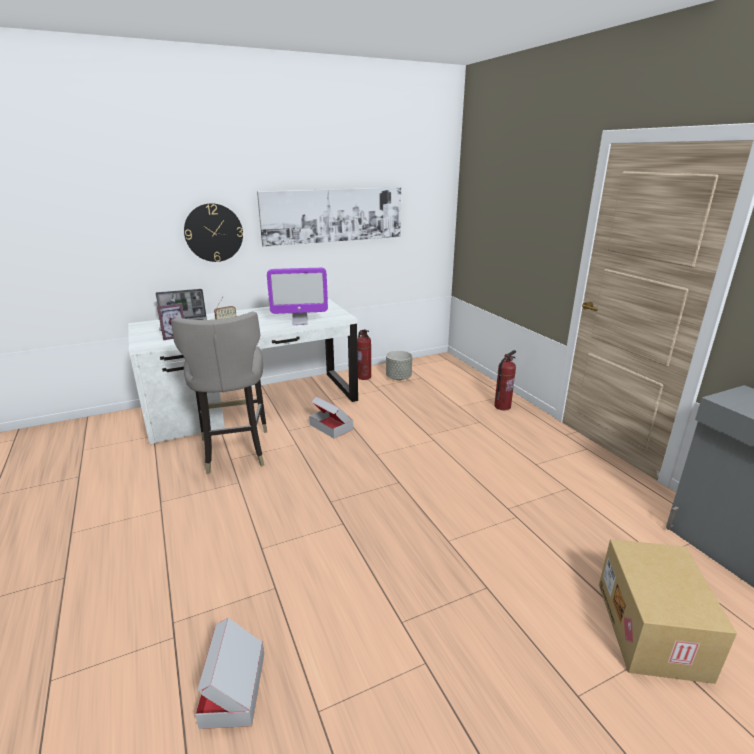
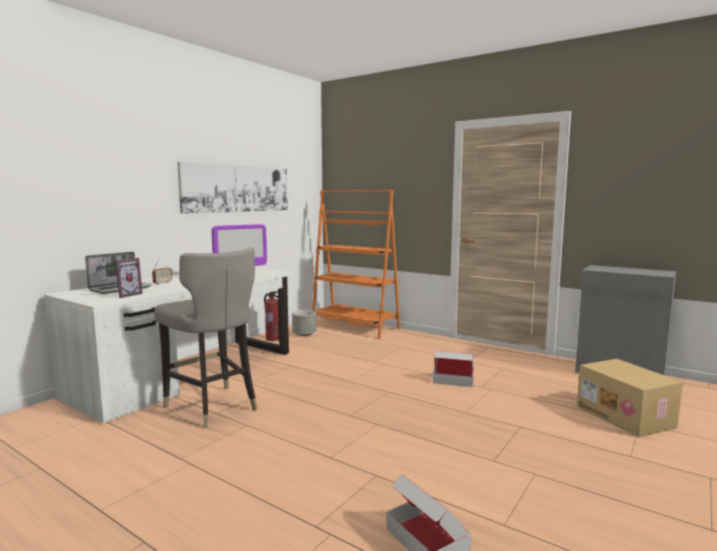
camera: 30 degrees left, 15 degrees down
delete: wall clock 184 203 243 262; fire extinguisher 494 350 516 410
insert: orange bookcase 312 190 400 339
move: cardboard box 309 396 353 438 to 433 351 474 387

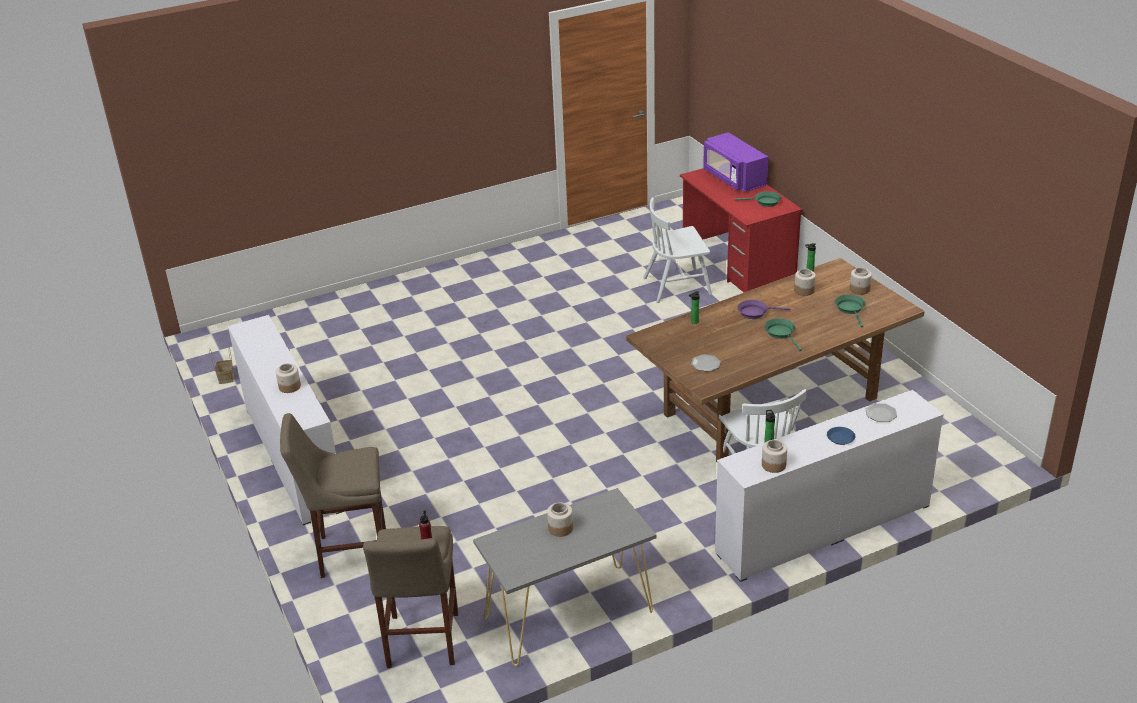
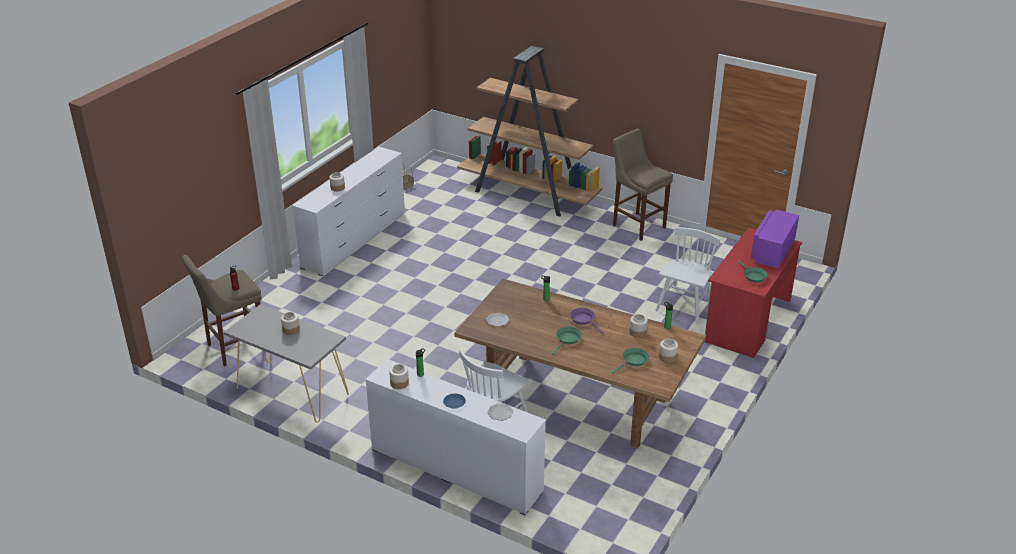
camera: 55 degrees right, 0 degrees up
insert: brown bookcase 457 46 603 217
move: beige stool 280 413 386 578 to 613 129 673 241
rotate: white chair 643 197 712 303 = 655 227 720 323 75 degrees clockwise

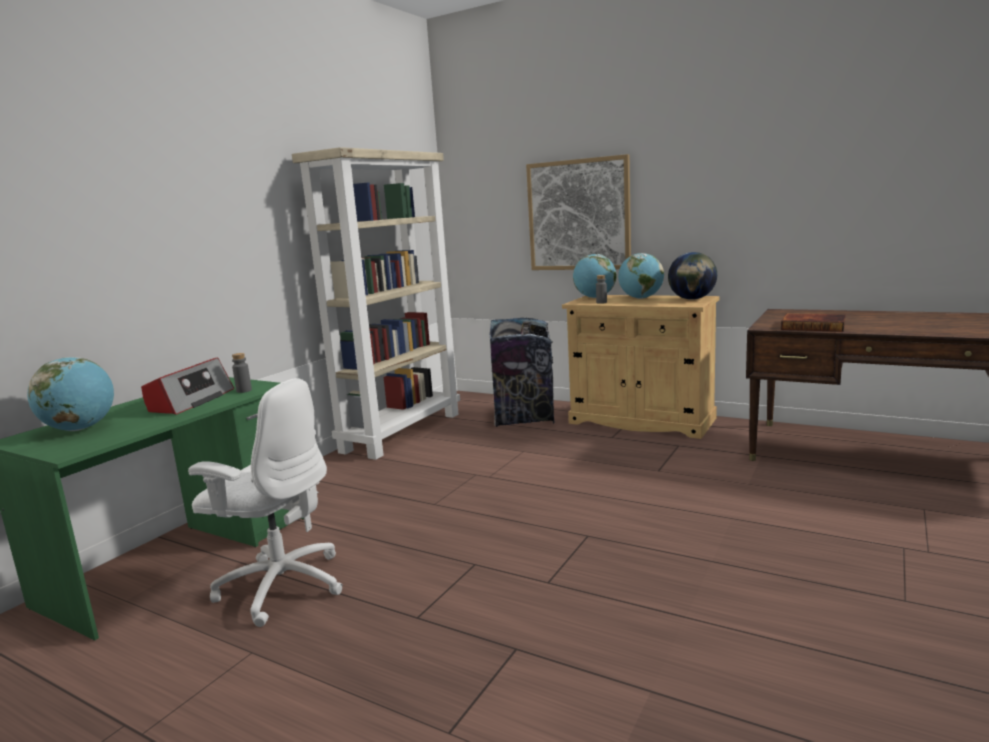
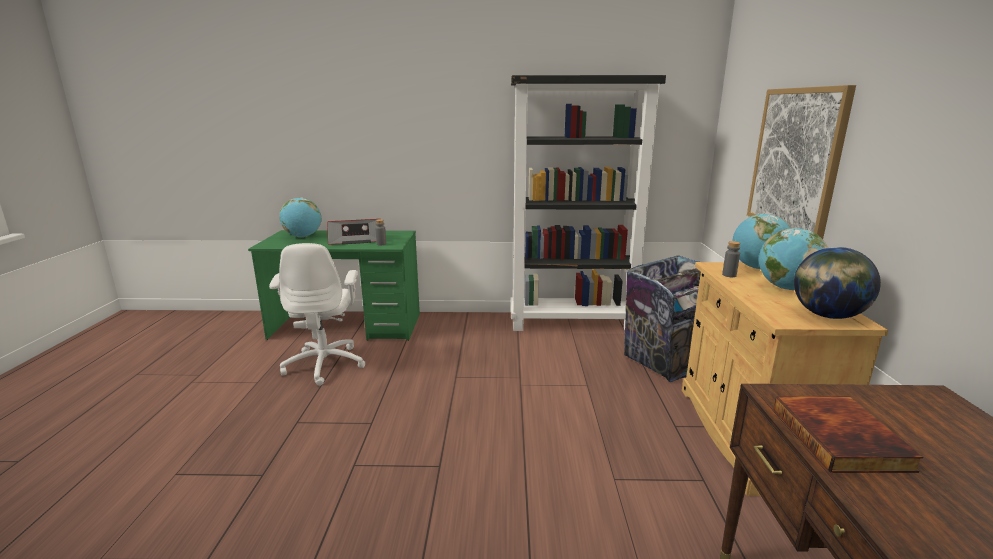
camera: 60 degrees right, 5 degrees up
recolor: beige bookcase 292 147 460 460 to black bookcase 511 75 666 331

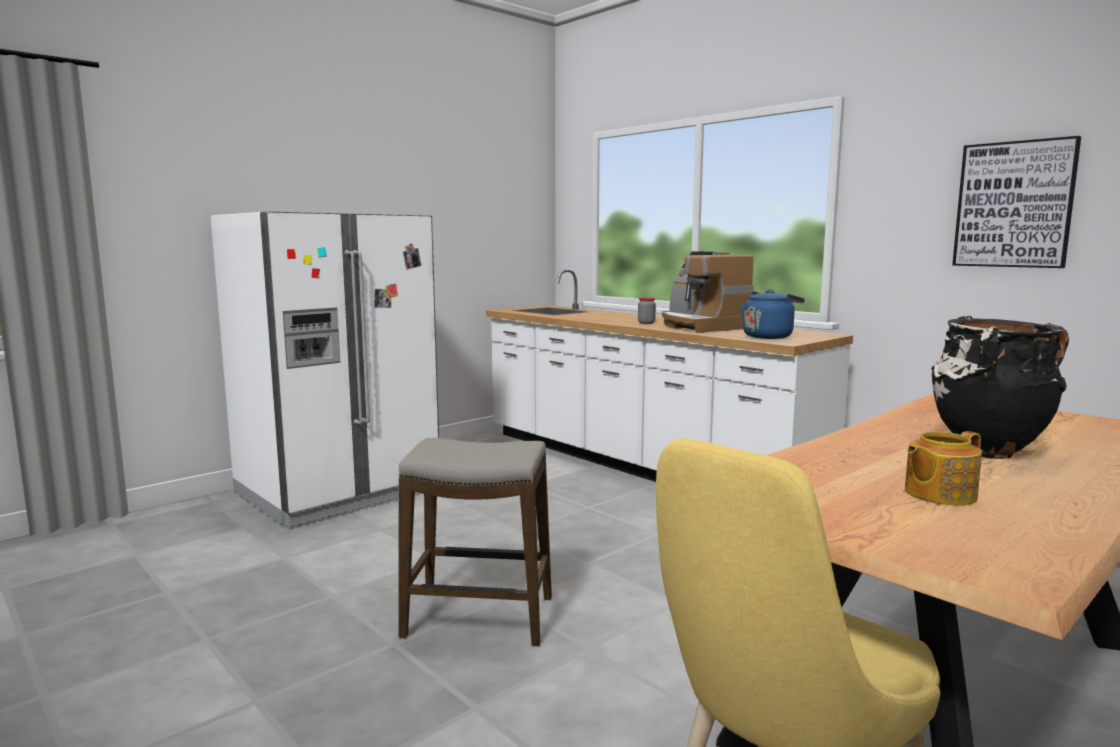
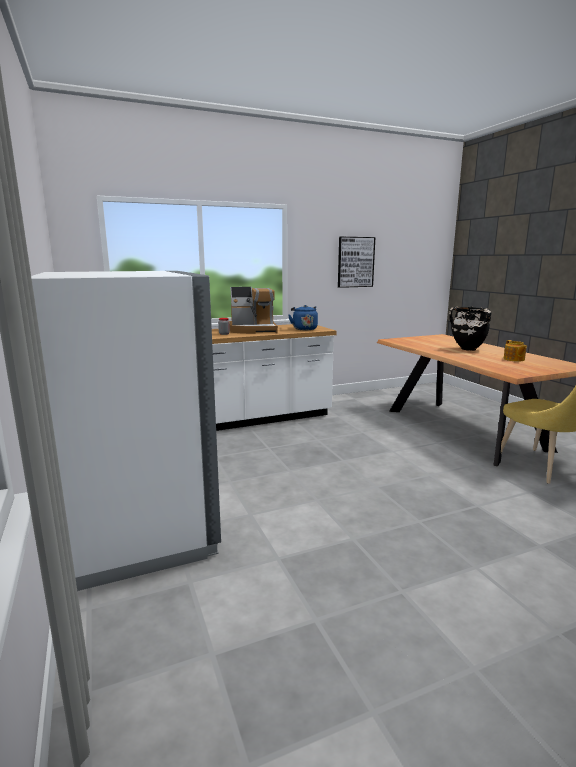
camera: 70 degrees left, 5 degrees up
delete: stool 399 438 552 647

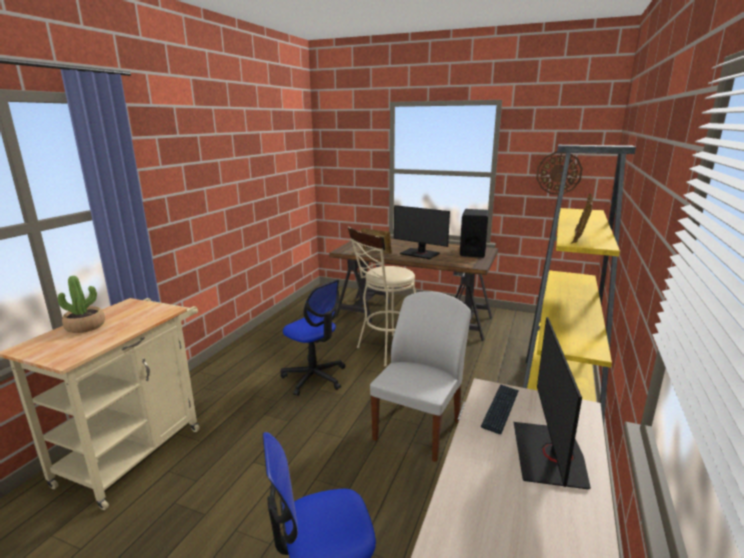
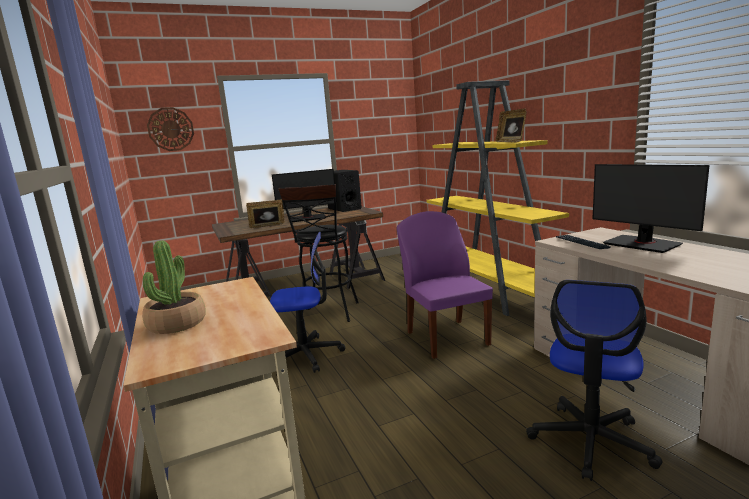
camera: 45 degrees left, 5 degrees down
move: wall clock 536 152 583 195 to 147 107 194 151
recolor: beige stool 348 226 416 367 to black stool 278 184 359 322; white chair 370 291 471 462 to purple chair 397 211 493 359

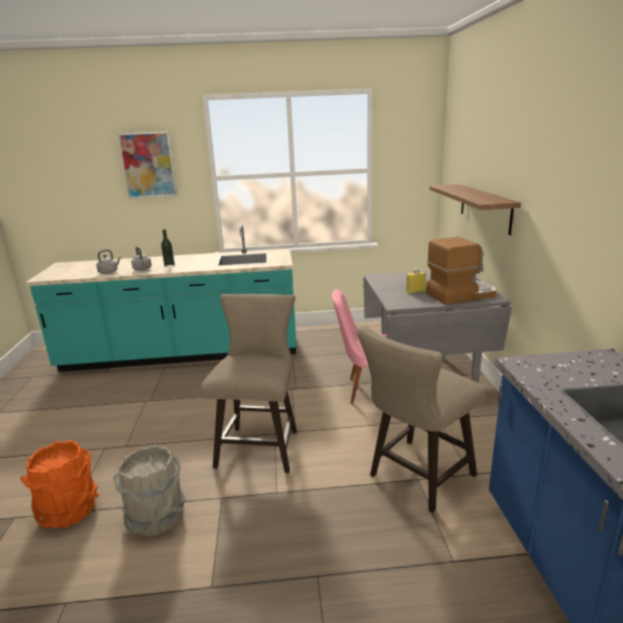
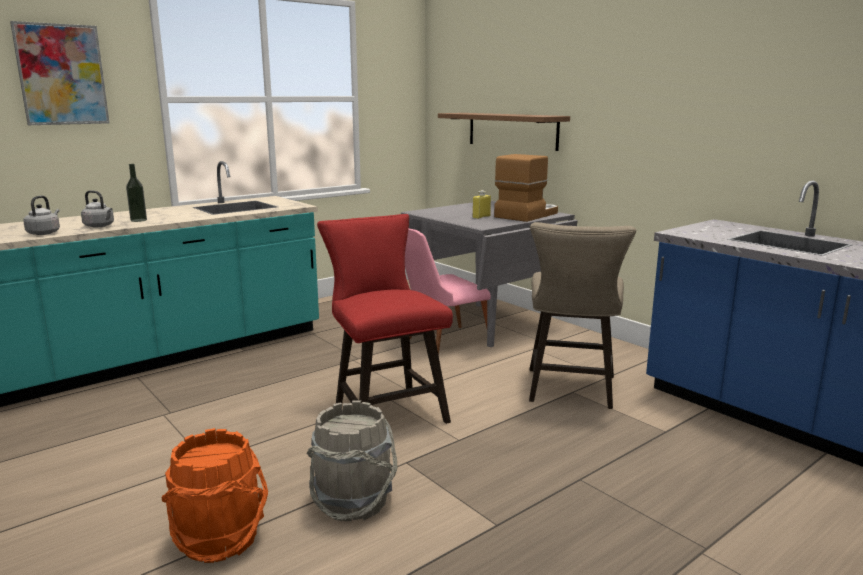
camera: 35 degrees left, 5 degrees down
recolor: beige stool 201 294 297 473 to red stool 317 214 453 424

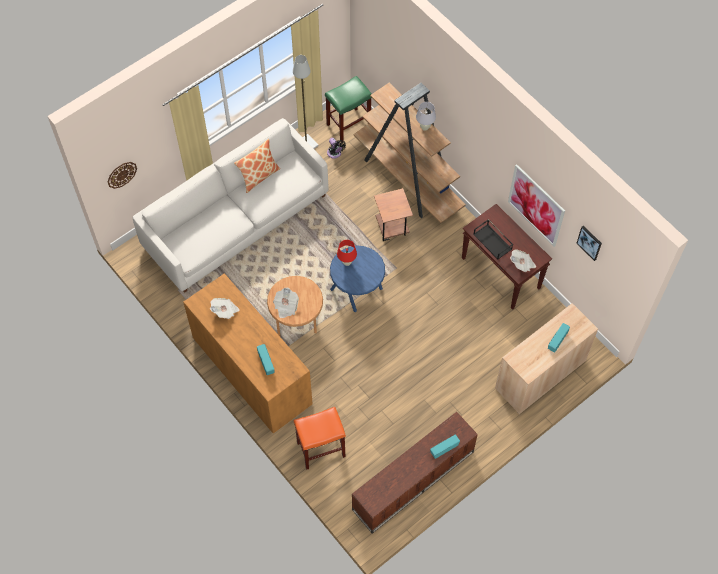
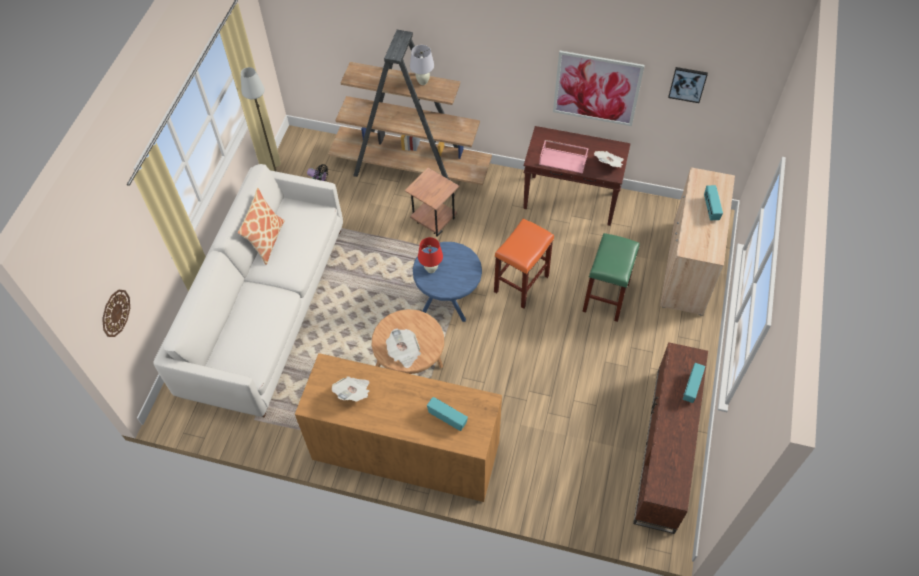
camera: 35 degrees left, 5 degrees down
move: orange stool 294 407 346 470 to 494 219 554 309; green stool 325 76 371 143 to 582 233 640 322
recolor: black tray 473 219 513 259 to pink tray 539 140 589 174

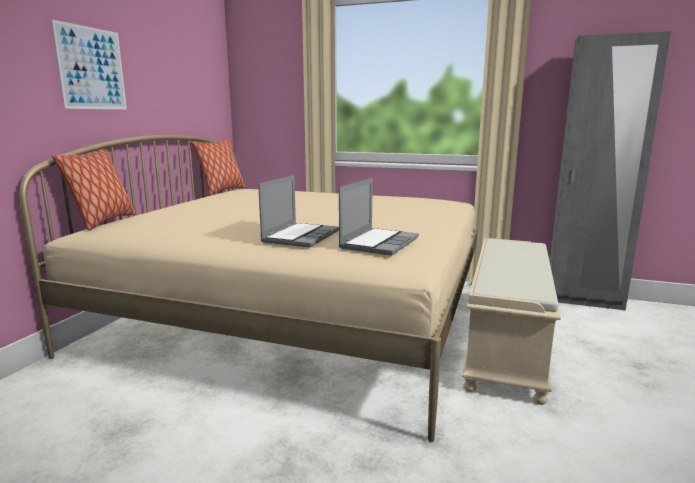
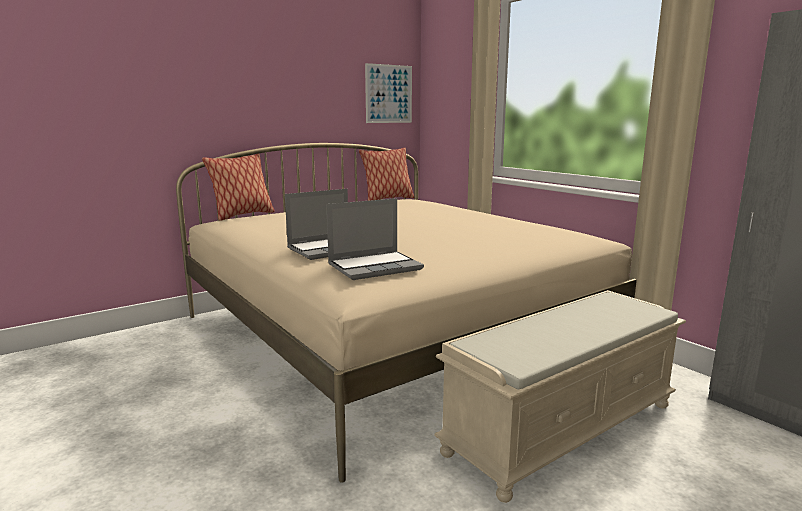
camera: 35 degrees right, 0 degrees up
move: picture 51 20 127 109 to 365 63 412 123

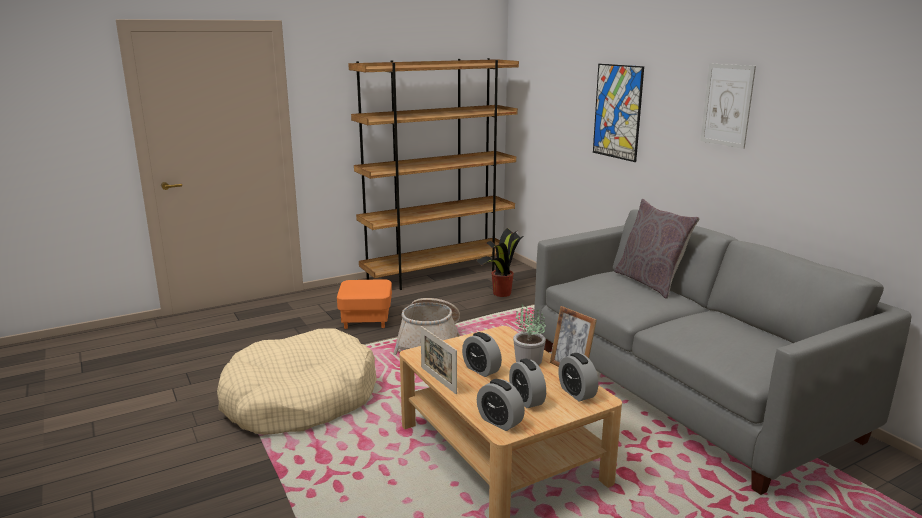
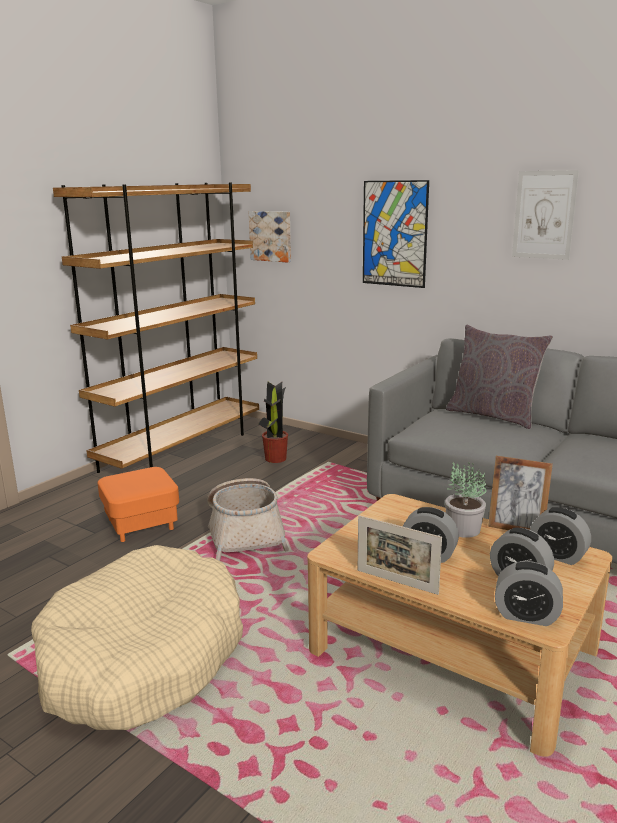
camera: 25 degrees left, 0 degrees up
insert: picture 249 211 291 262

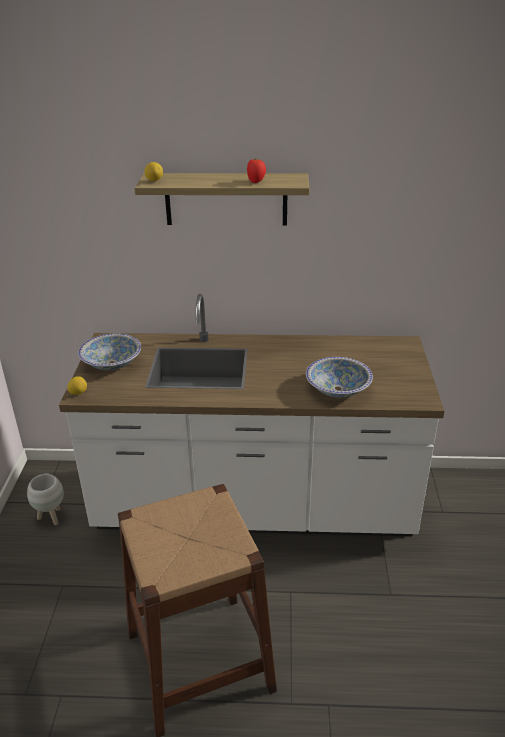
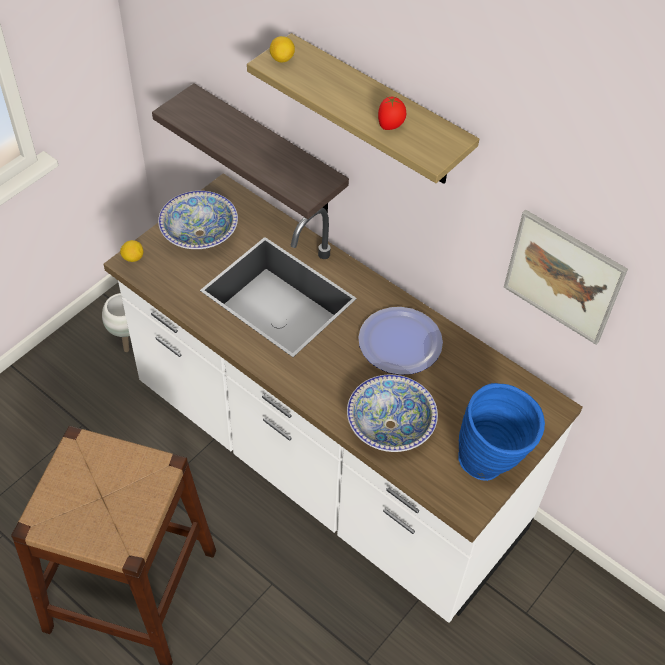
camera: 35 degrees right, 20 degrees up
insert: shelf 152 83 349 219; plate 358 307 443 375; blue vase 458 383 545 481; picture 504 210 628 345

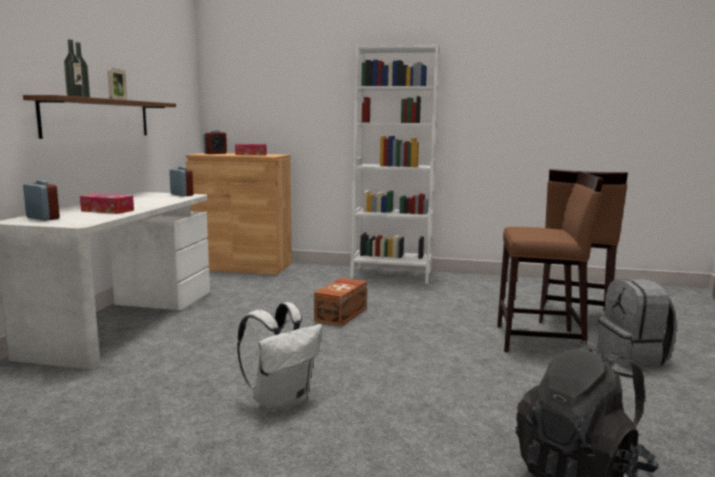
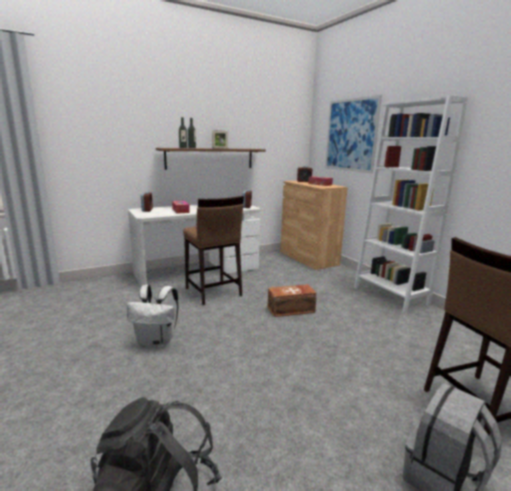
camera: 50 degrees right, 5 degrees up
insert: picture 325 95 382 173
move: brown stool 497 171 604 352 to 183 196 244 305

